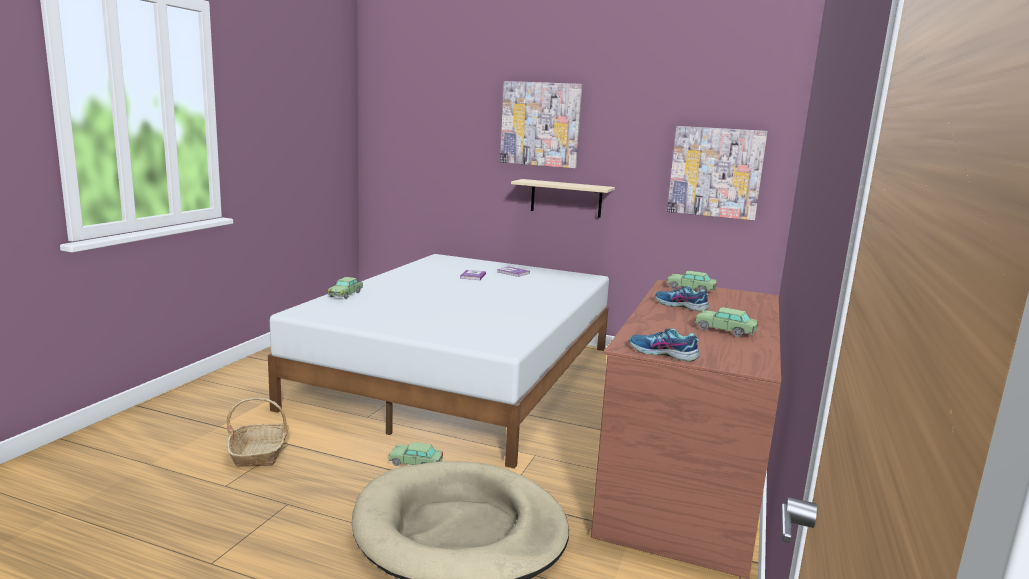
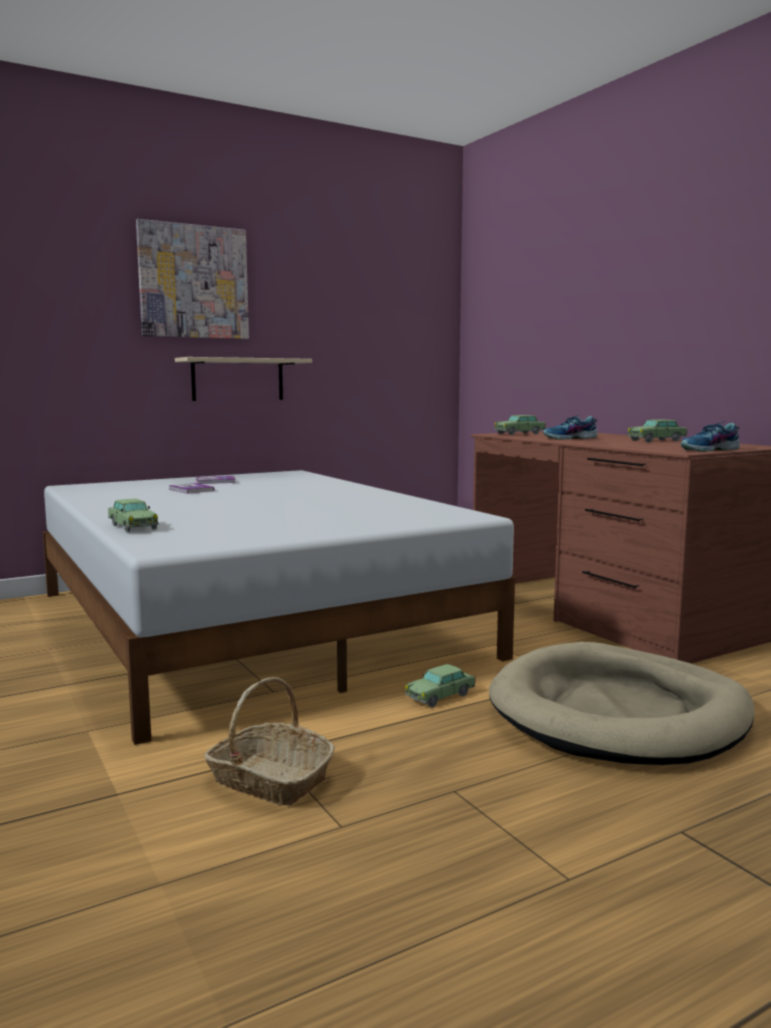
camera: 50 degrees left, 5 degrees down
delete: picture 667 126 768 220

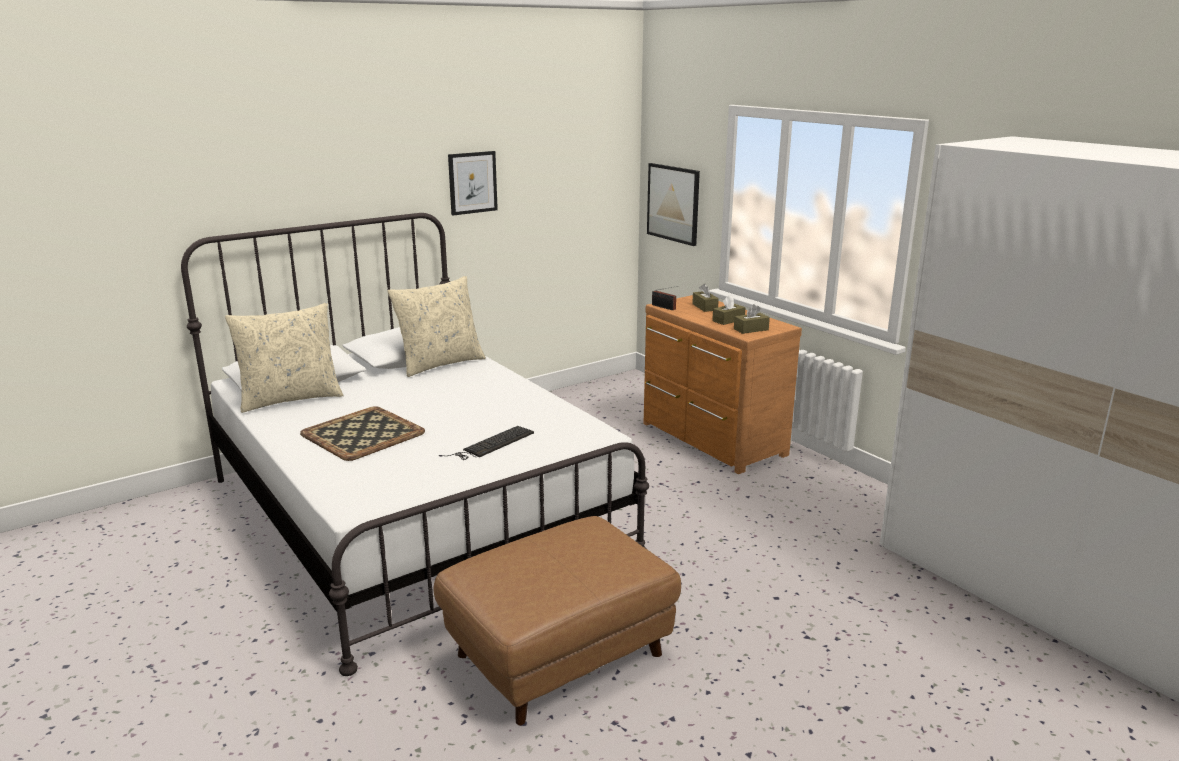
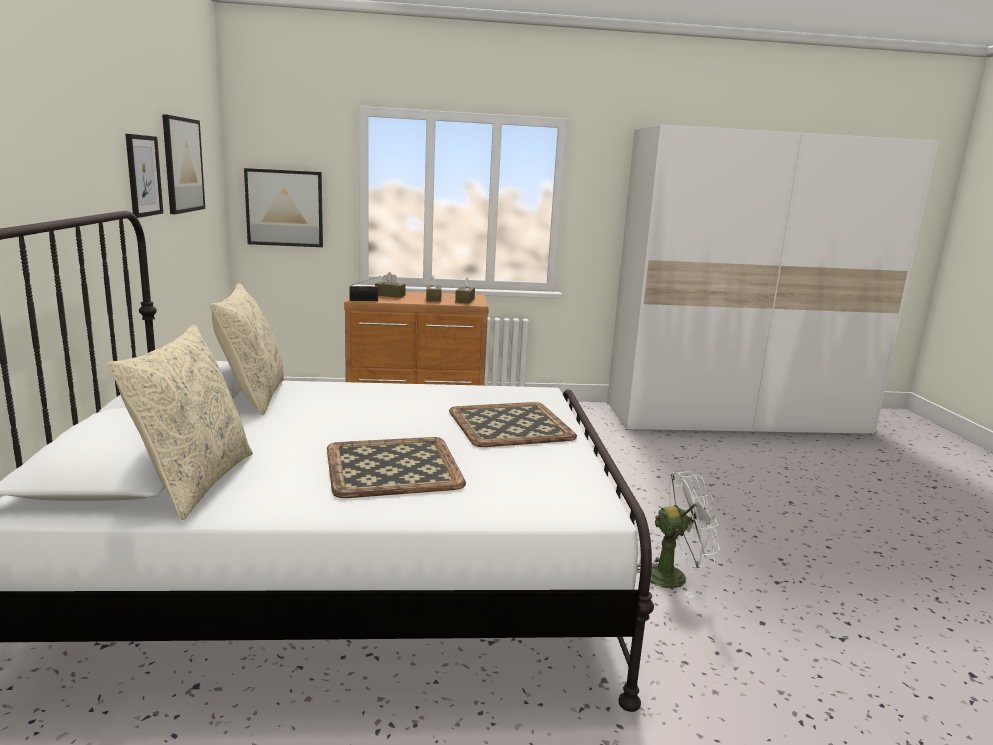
camera: 60 degrees left, 5 degrees down
insert: picture 162 114 205 214
replace: brown ottoman 434 516 681 726 to white fan 637 471 720 598; keyboard 439 426 534 460 to tray 449 402 577 447

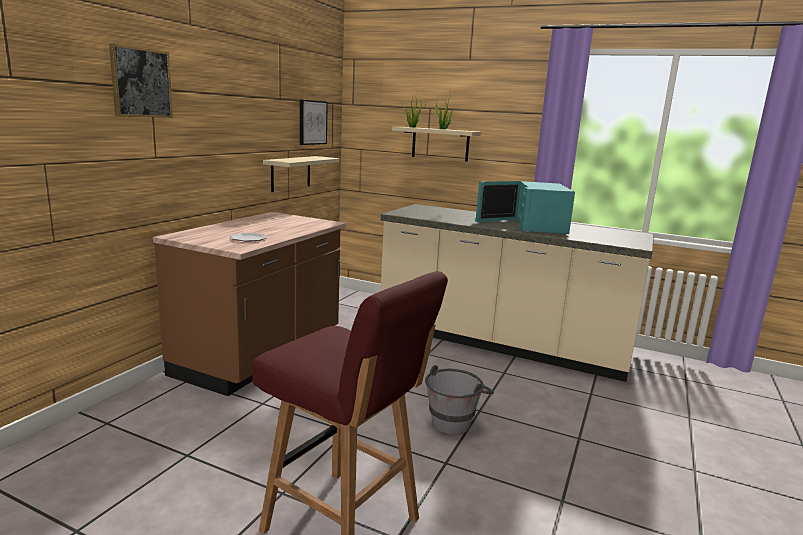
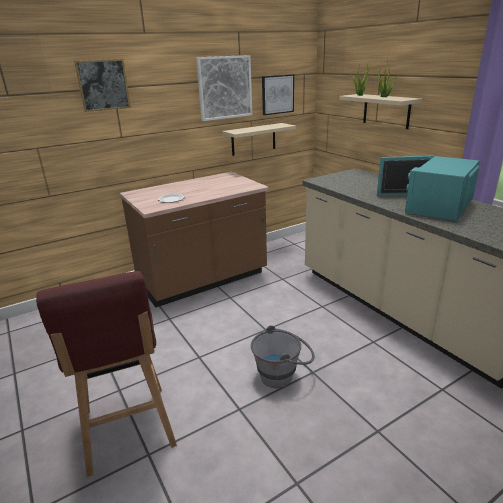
camera: 35 degrees right, 10 degrees up
insert: picture 196 55 252 121

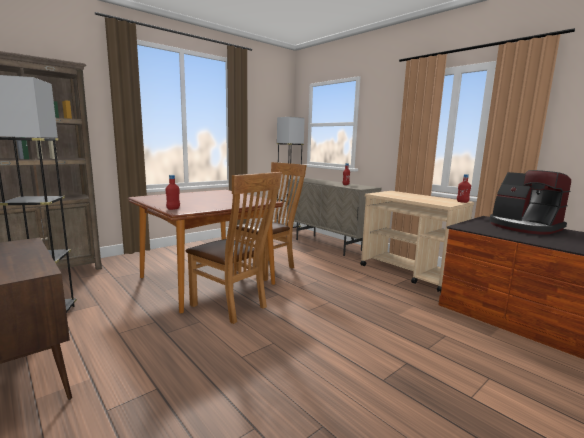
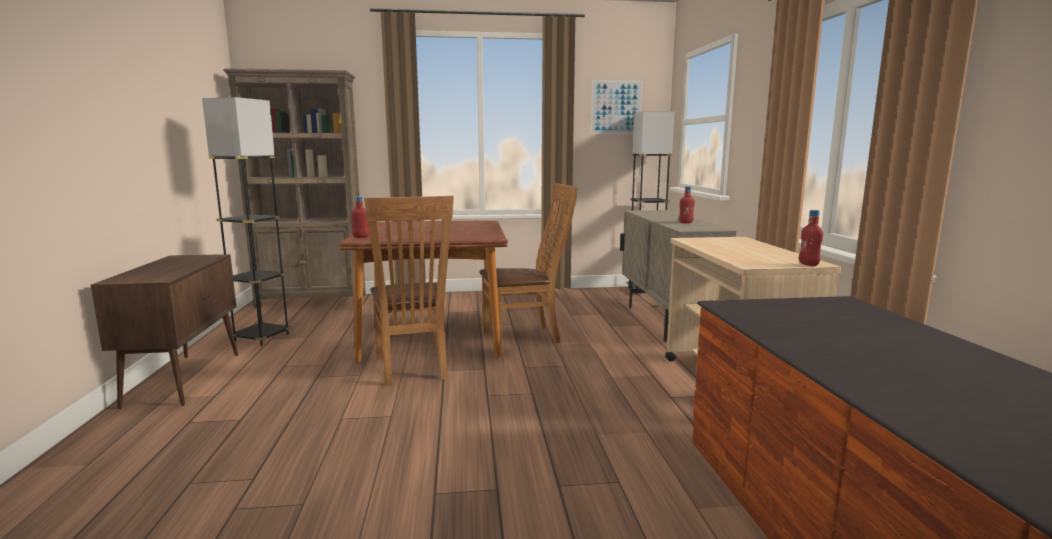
camera: 35 degrees right, 0 degrees up
delete: coffee machine 489 170 571 235
insert: picture 591 80 643 134

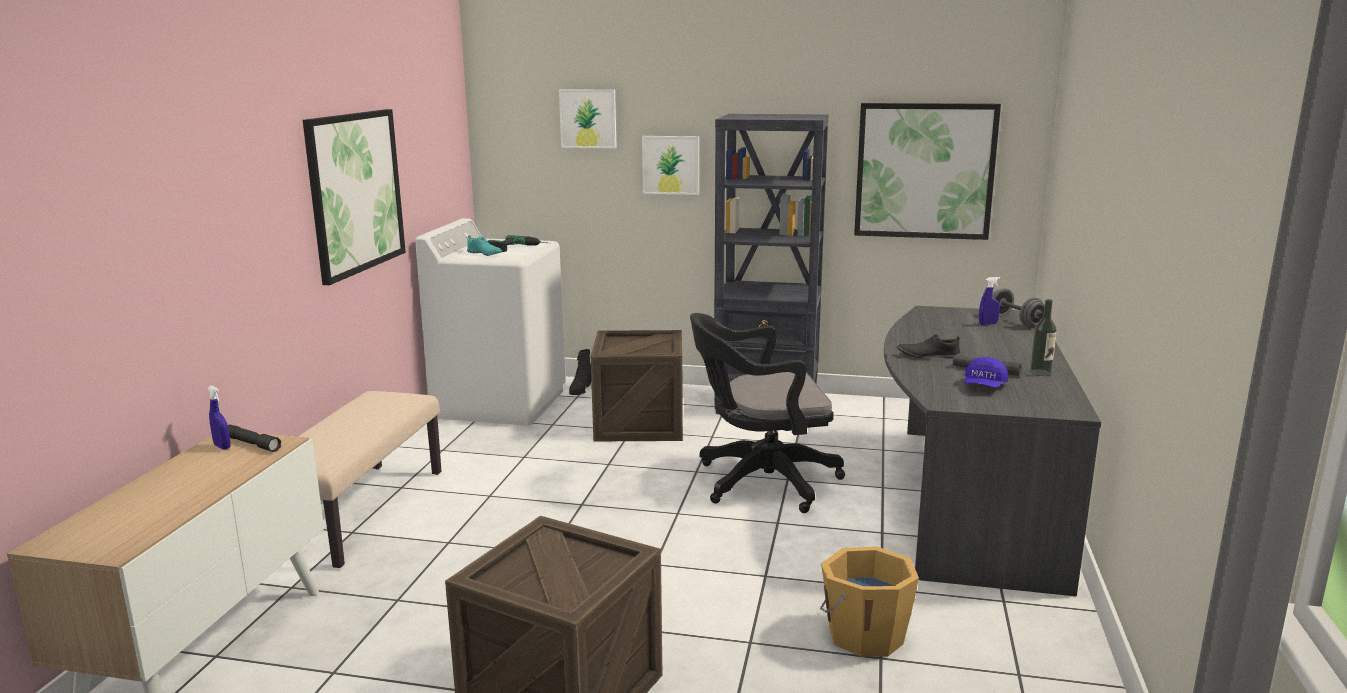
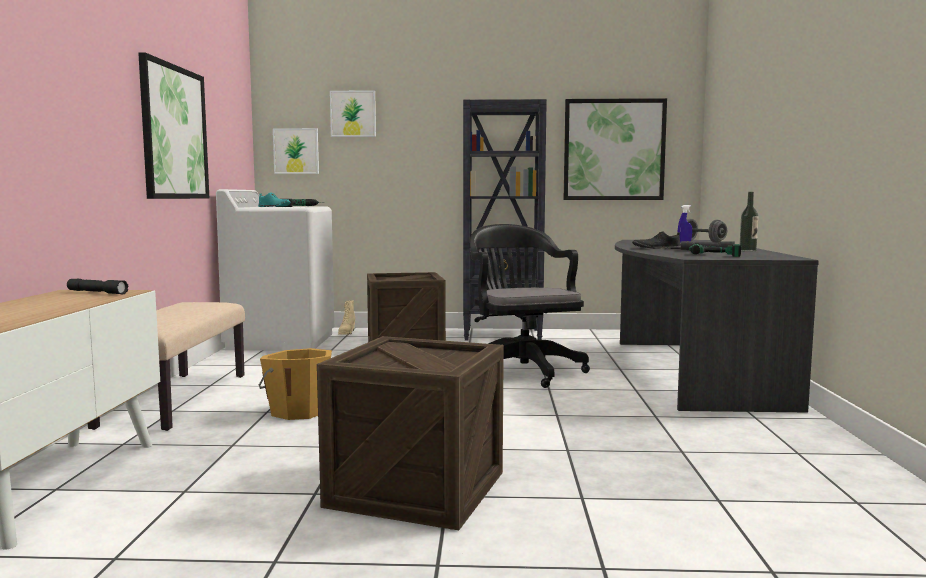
camera: 10 degrees left, 10 degrees down
delete: blue spray bottle 208 385 231 450
move: picture 642 136 699 195 to 273 128 319 174; orange bucket 820 546 919 657 to 259 348 332 420
replace: blue cap 964 357 1008 388 to power drill 689 243 741 257
recolor: black boot 569 349 591 395 to beige boot 338 301 355 335
rotate: black office chair 690 313 845 513 = 470 224 590 388 90 degrees clockwise

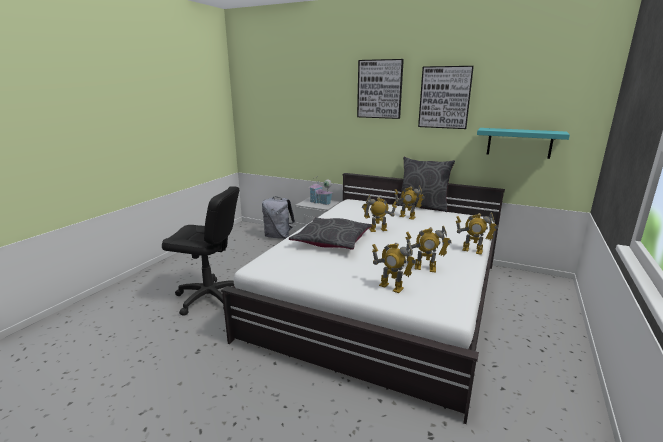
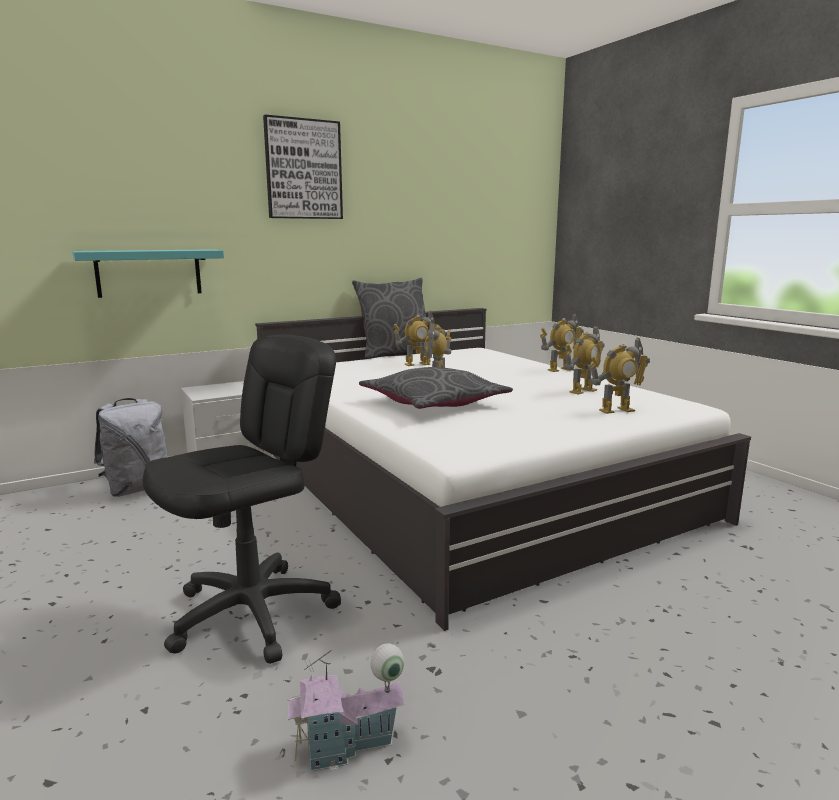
camera: 55 degrees left, 5 degrees down
delete: picture 418 66 474 129
move: toy house 309 176 332 205 to 287 643 405 771; turquoise shelf 477 128 570 159 to 72 249 224 298

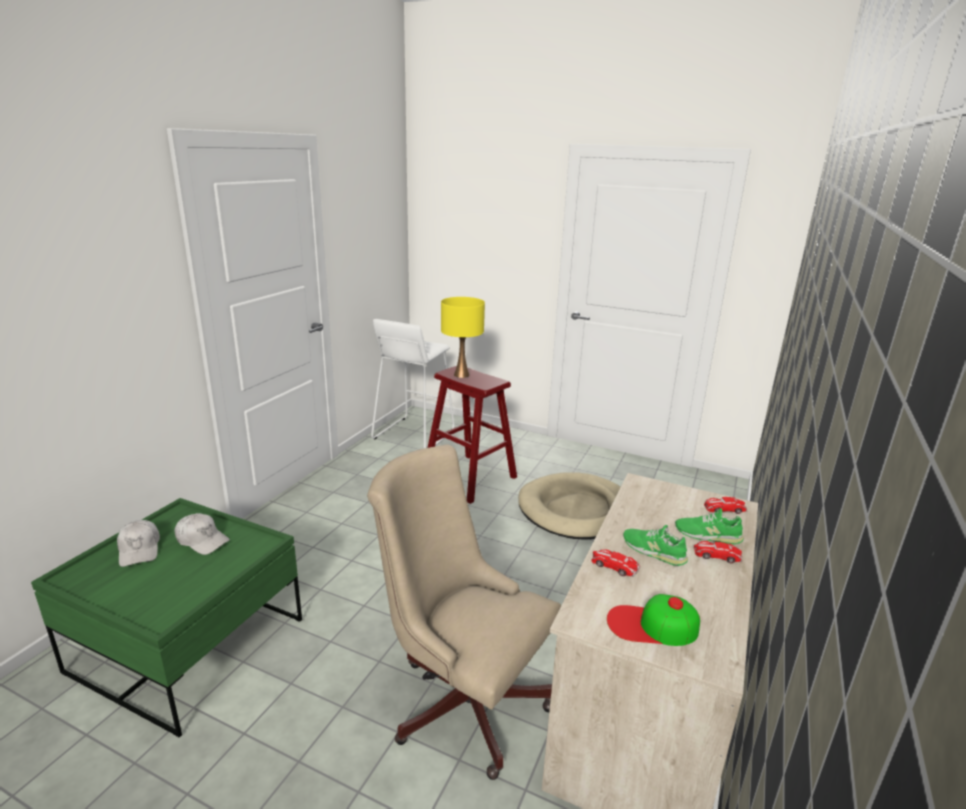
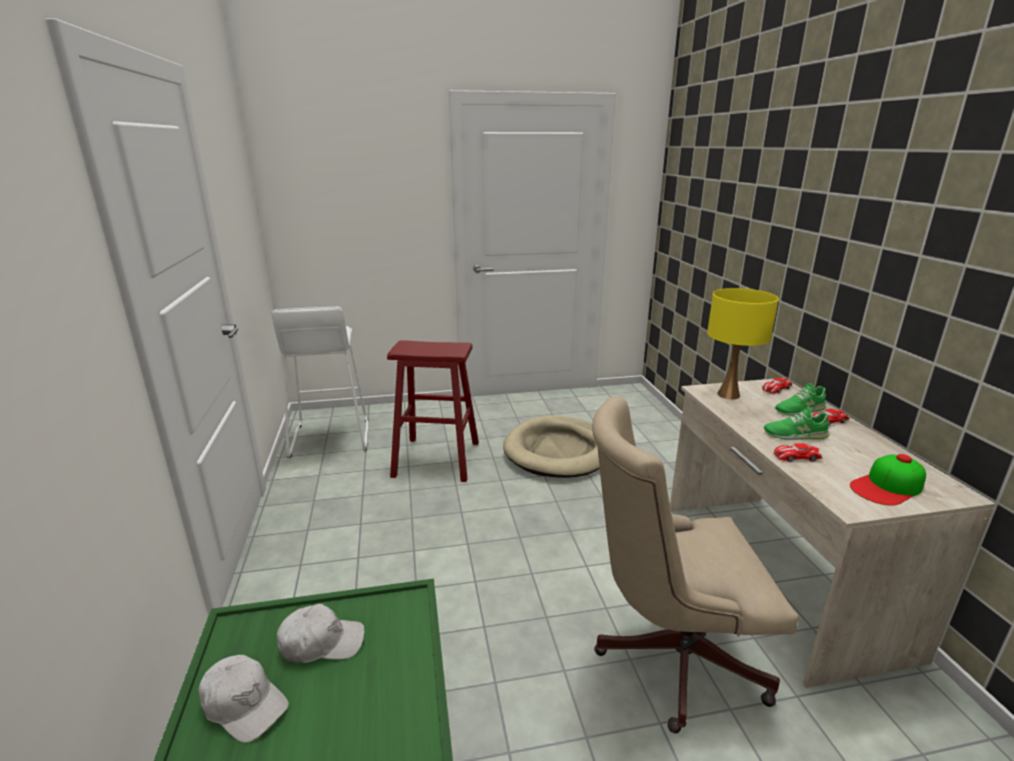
camera: 35 degrees left, 0 degrees up
move: yellow table lamp 441 297 485 378 to 707 288 779 399

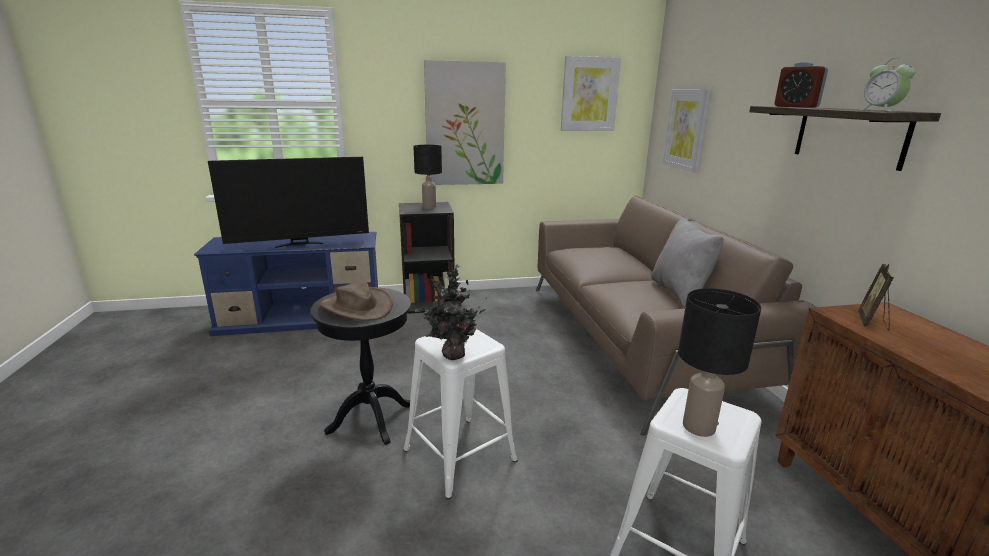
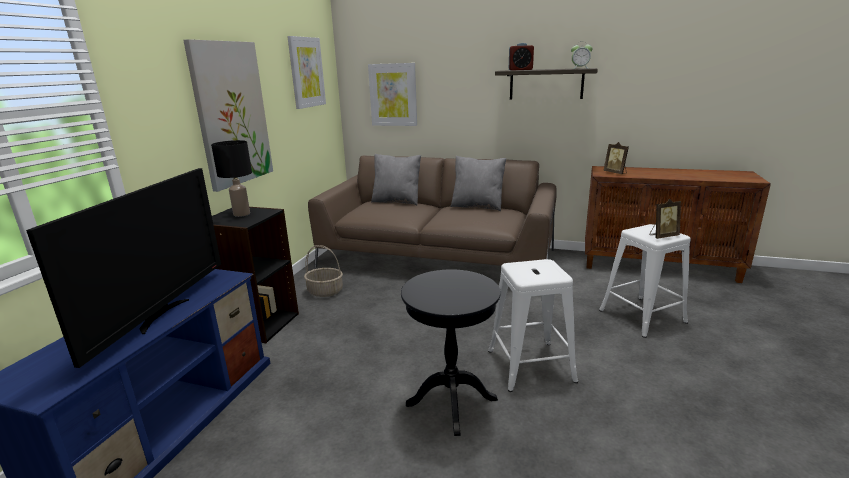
camera: 60 degrees left, 0 degrees up
delete: brown hat 320 281 393 321; potted plant 415 264 487 360
insert: basket 304 245 343 297; grey pillow 371 154 421 205
replace: black table lamp 678 288 761 437 to picture frame 650 199 681 239

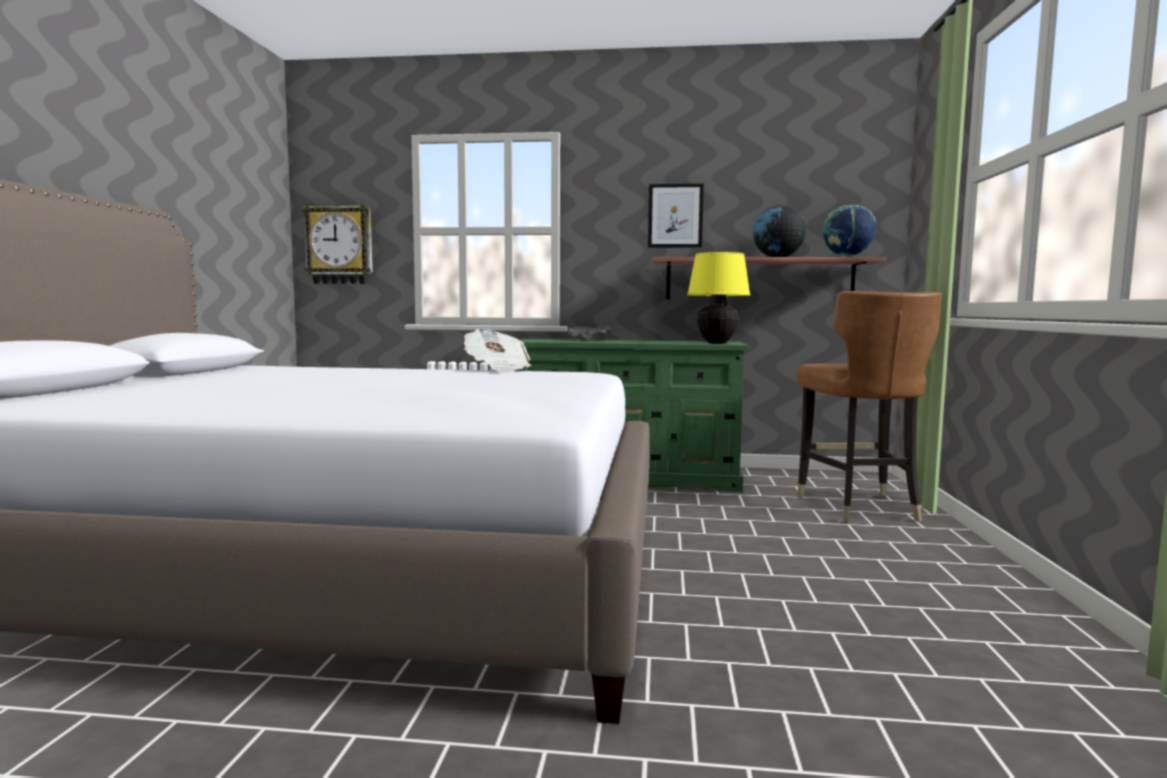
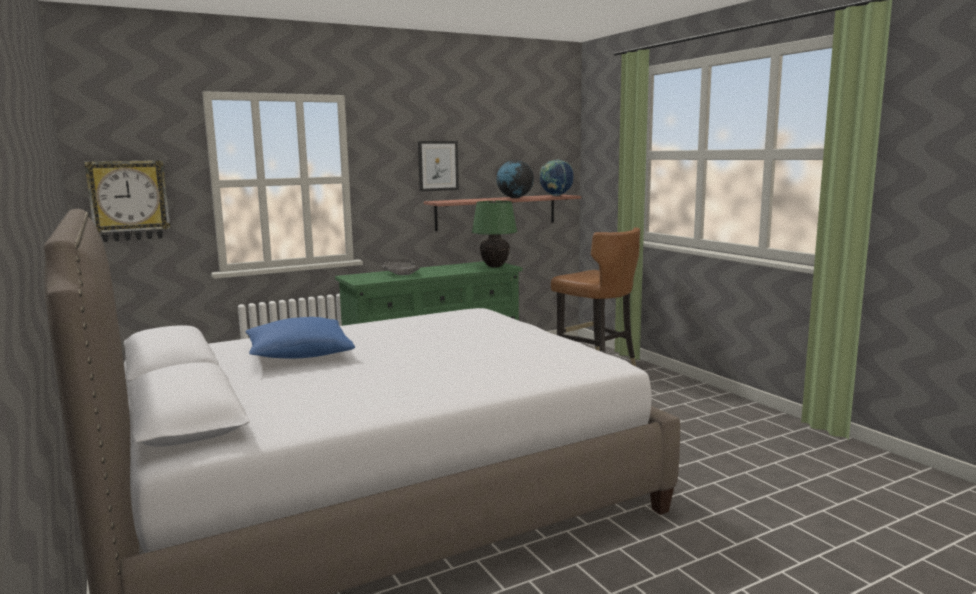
camera: 35 degrees left, 5 degrees up
delete: newspaper 464 328 531 373
insert: blue pillow 246 317 355 359
recolor: yellow table lamp 687 252 751 344 to green table lamp 472 201 518 267

